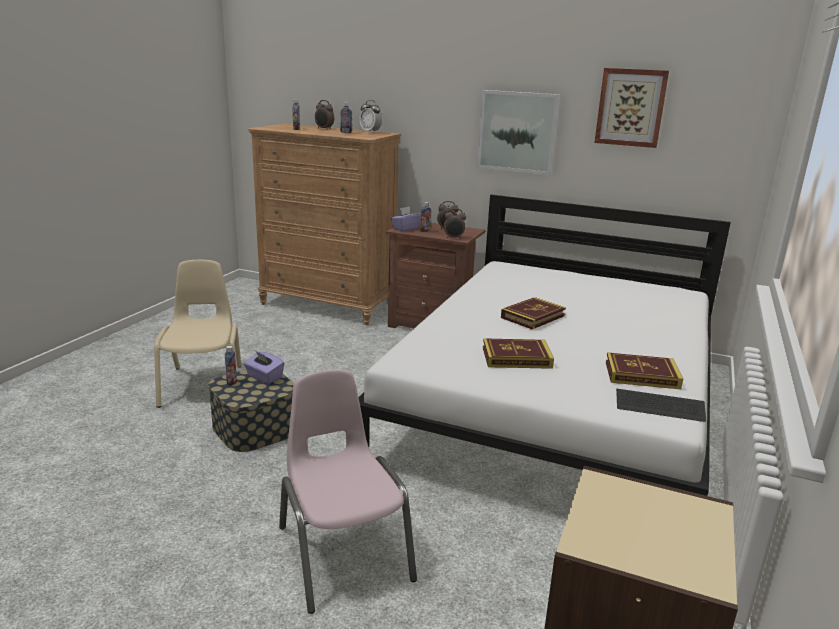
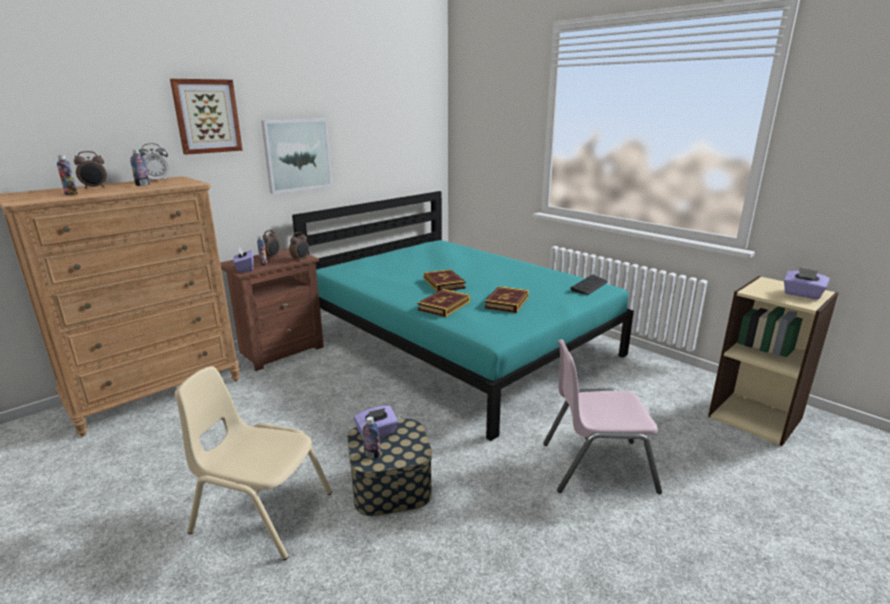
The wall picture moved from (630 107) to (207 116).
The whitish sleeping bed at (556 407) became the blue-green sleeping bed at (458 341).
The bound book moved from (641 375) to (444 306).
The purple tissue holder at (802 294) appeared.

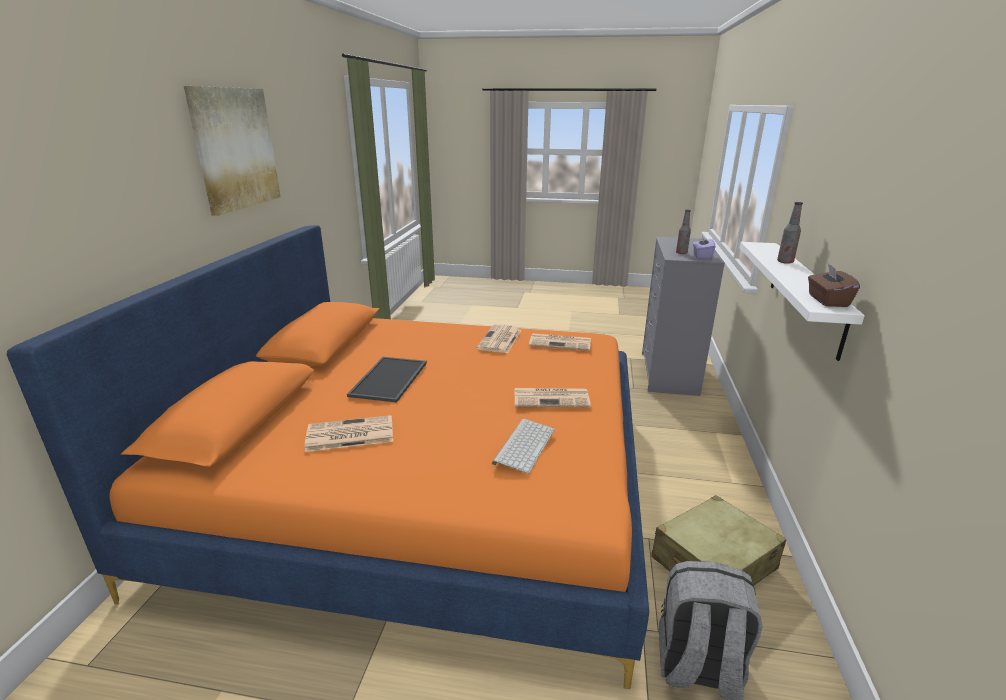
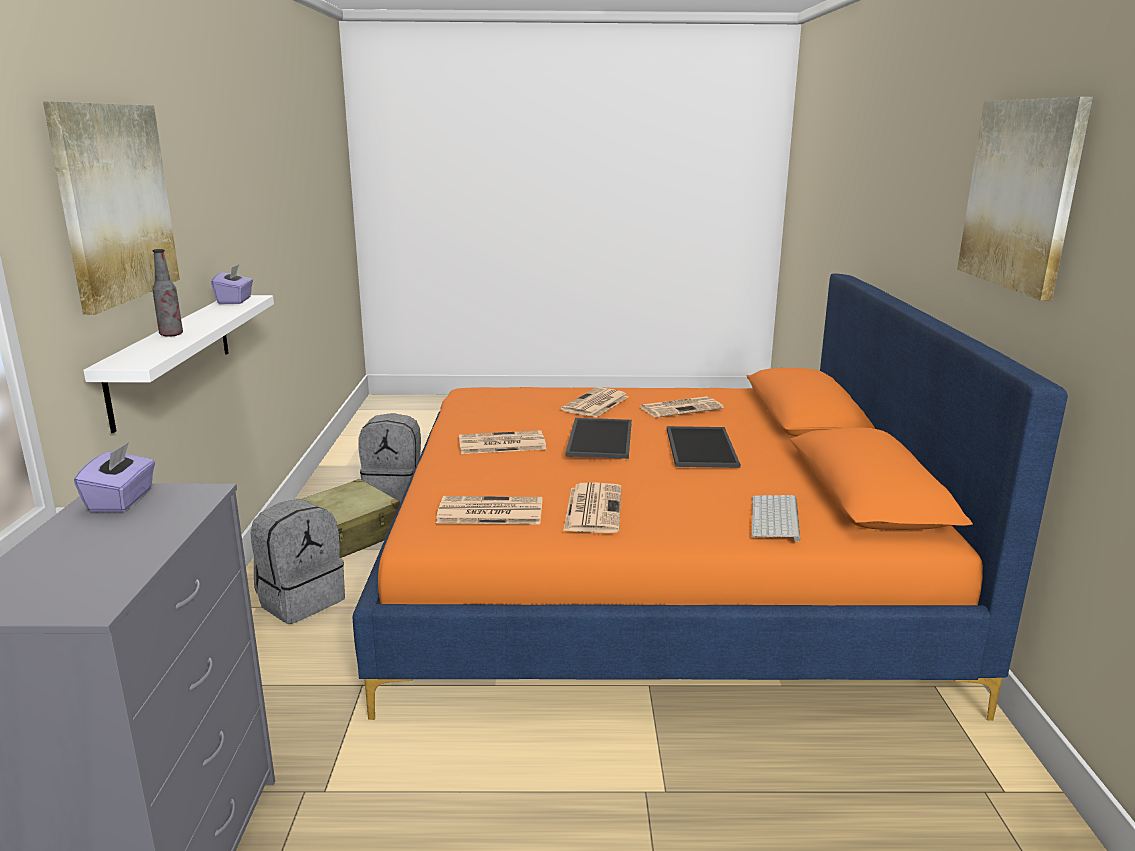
The wall picture at (115 203) appeared.
The brown-coloured tissue holder at (827 301) became the purple tissue holder at (235 301).
The gray backpack at (301 600) appeared.
The printed paper at (595 404) appeared.
The carrying tray at (598 438) appeared.
The keyboard moved from (523 445) to (776 518).
The bottle at (681 253) disappeared.

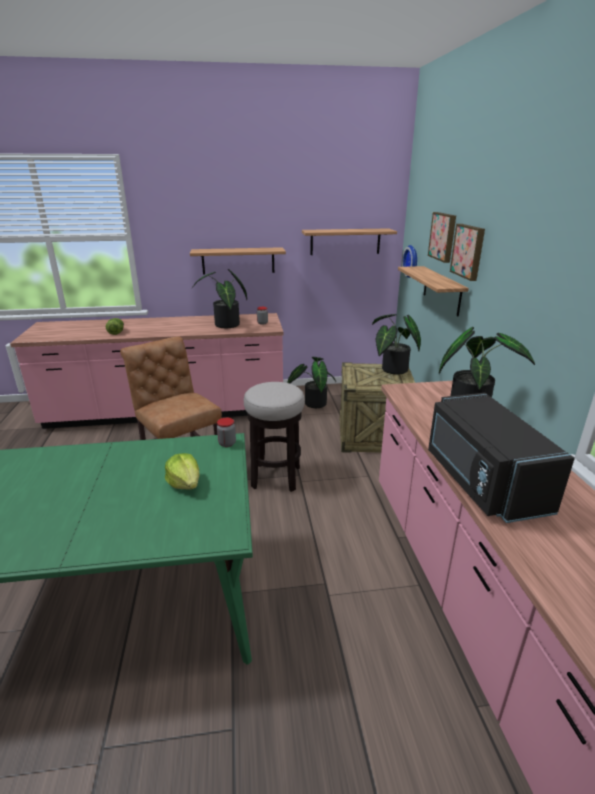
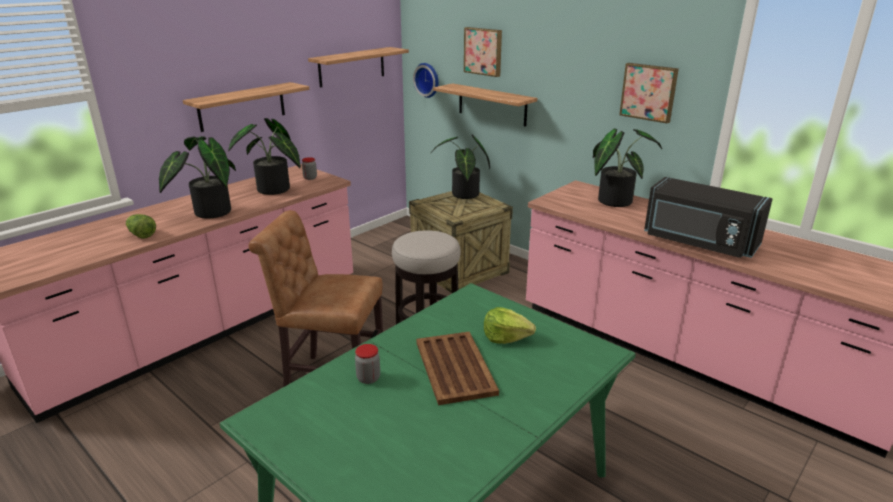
The plant in a pot moved from (313 403) to (208 212).
The storage jar moved from (227 443) to (368 378).
The brown-coloured carrying tray at (455 367) appeared.
The wall picture moved from (469 251) to (649 92).

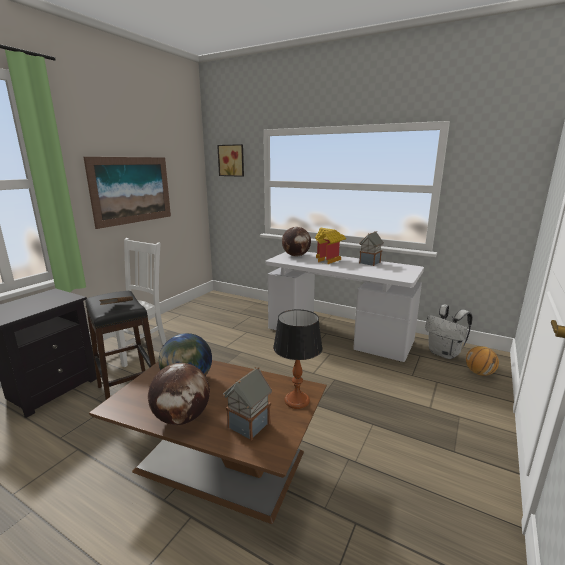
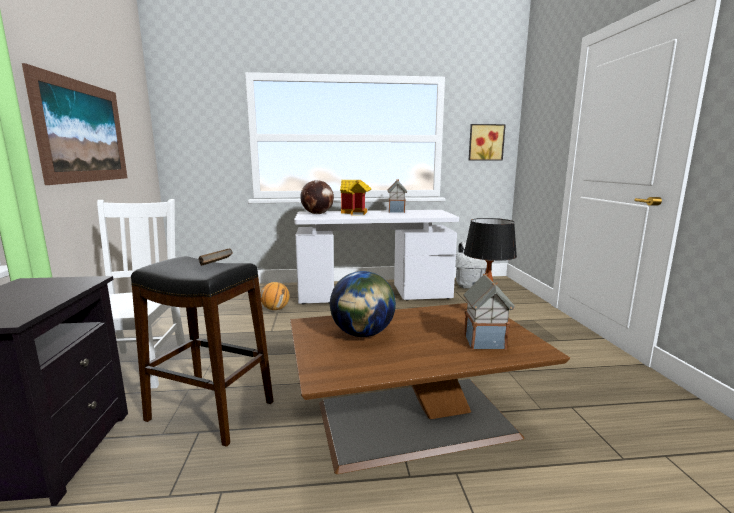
The basketball ball moved from (479 373) to (275 309).
The wall picture moved from (232 160) to (485 142).
The desk globe at (182 418) disappeared.

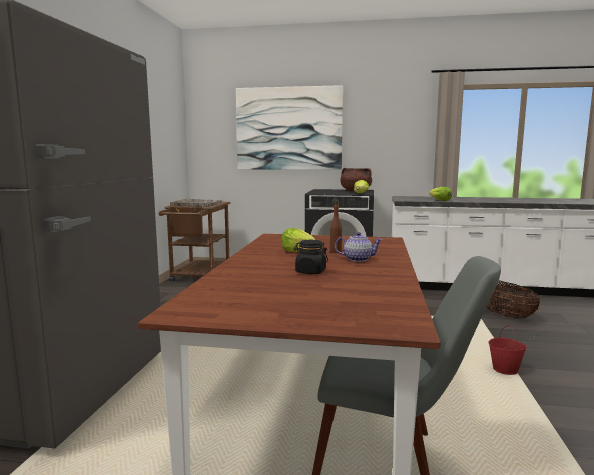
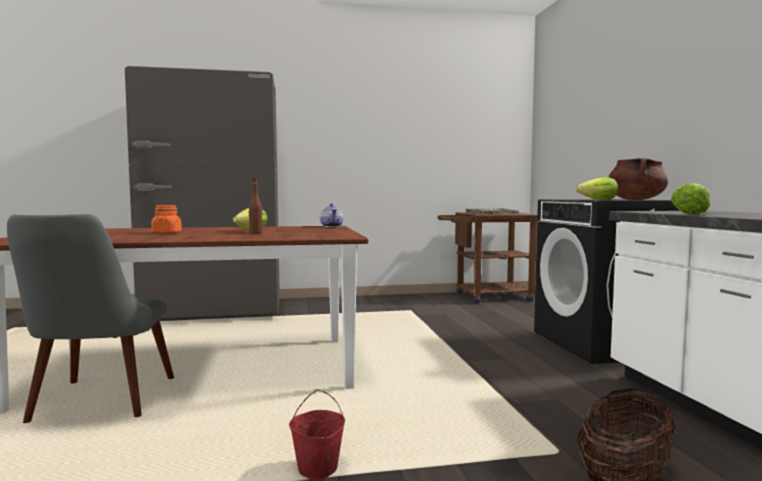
The black-coloured storage jar at (310 272) became the orangey storage jar at (167 233).
The teapot moved from (357 259) to (332 226).
The wall picture at (289 129) disappeared.

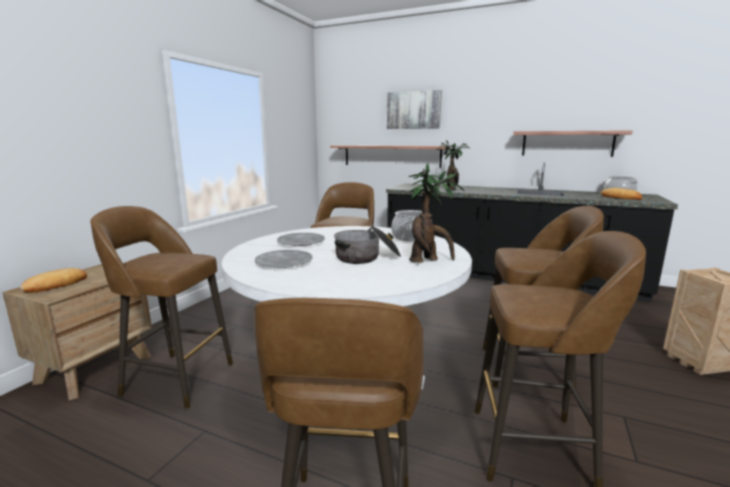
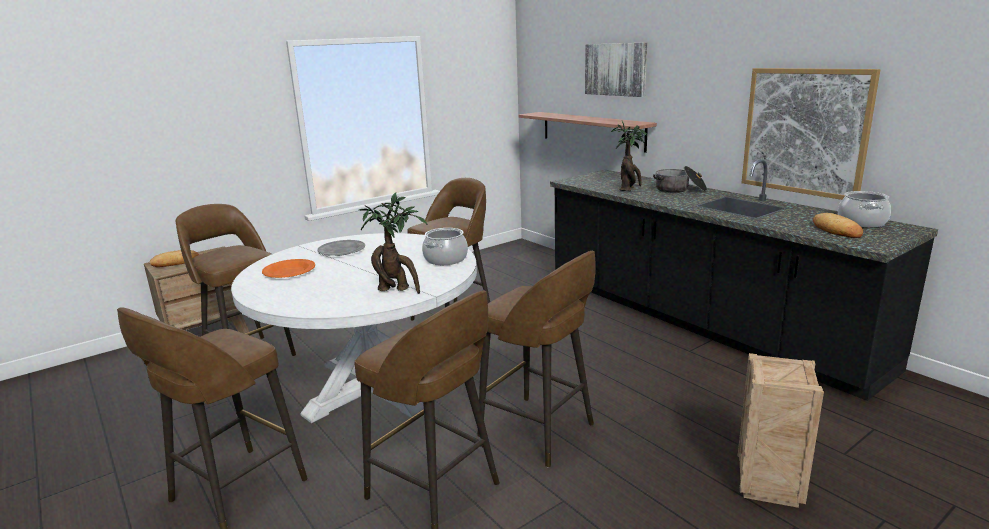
The gray dinner plate at (284 262) became the orangey dinner plate at (289 271).
The stockpot moved from (367 257) to (680 190).
The wall shelf at (567 143) was replaced by the wall picture at (805 131).

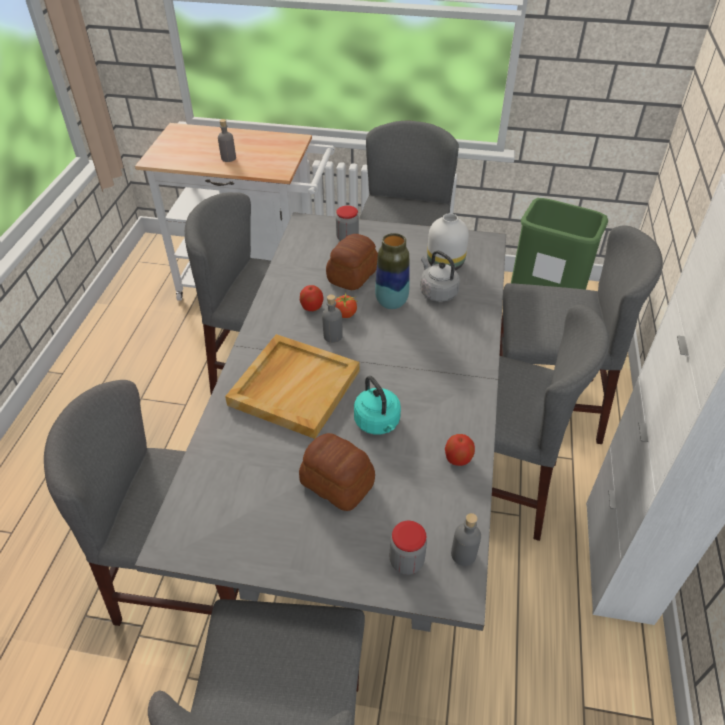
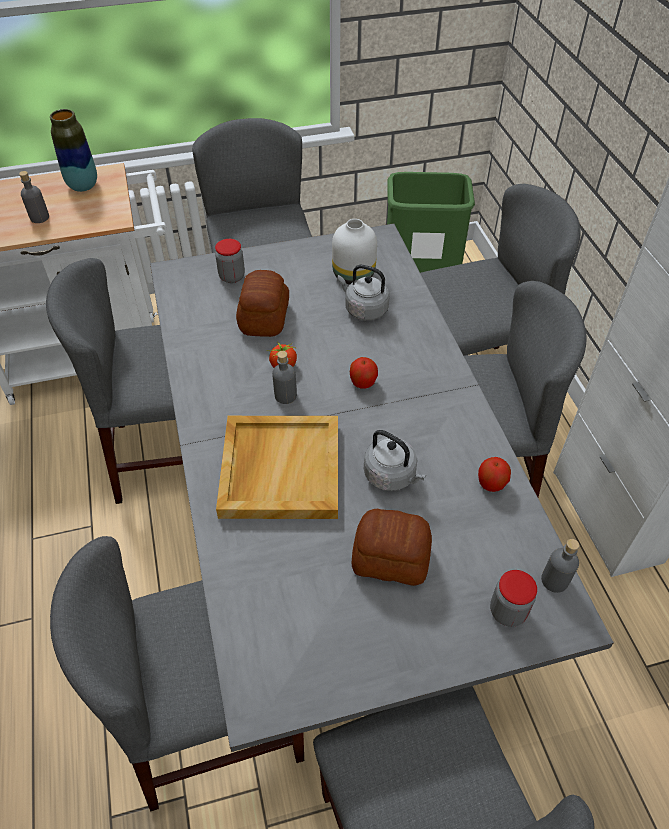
The vase moved from (391 302) to (83 186).
The apple fruit moved from (312 307) to (363 382).
The blue-green tea kettle at (378 423) became the gray tea kettle at (392 476).

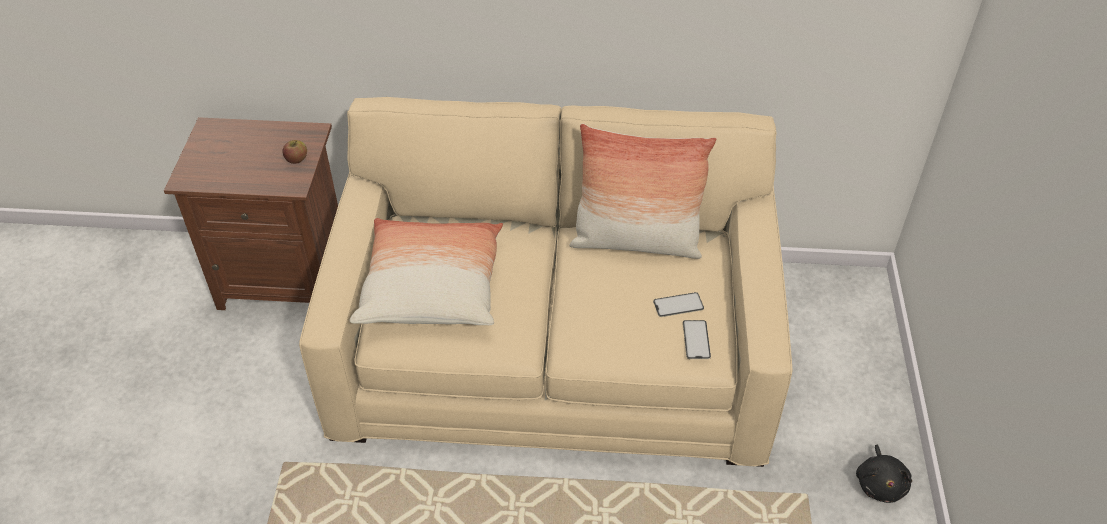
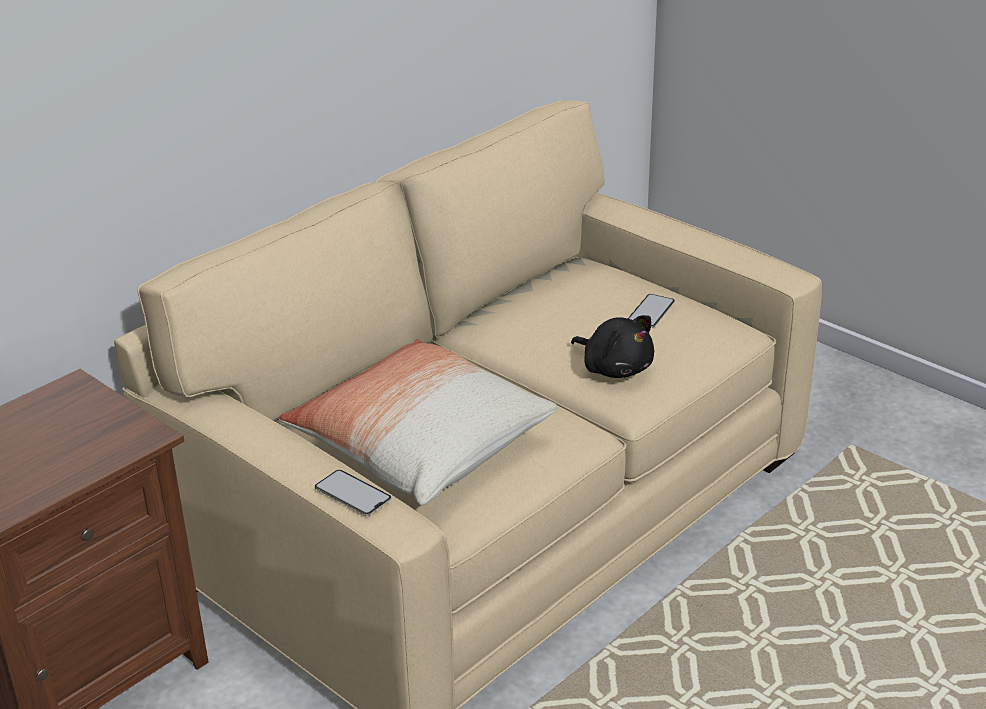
The phone moved from (696 340) to (352 493).
The black-coloured cuddly toy moved from (880 484) to (615 368).
The apple fruit at (296 159) disappeared.
The cushion at (636 241) disappeared.

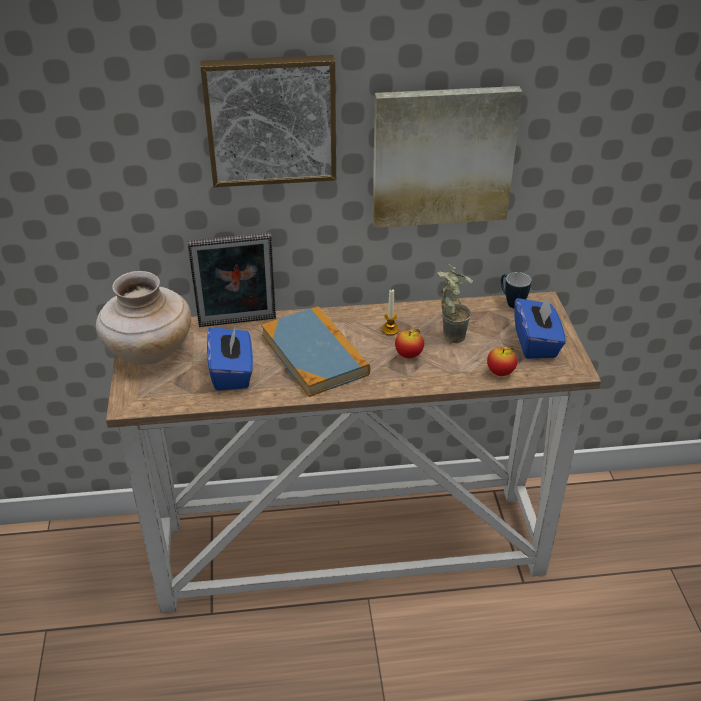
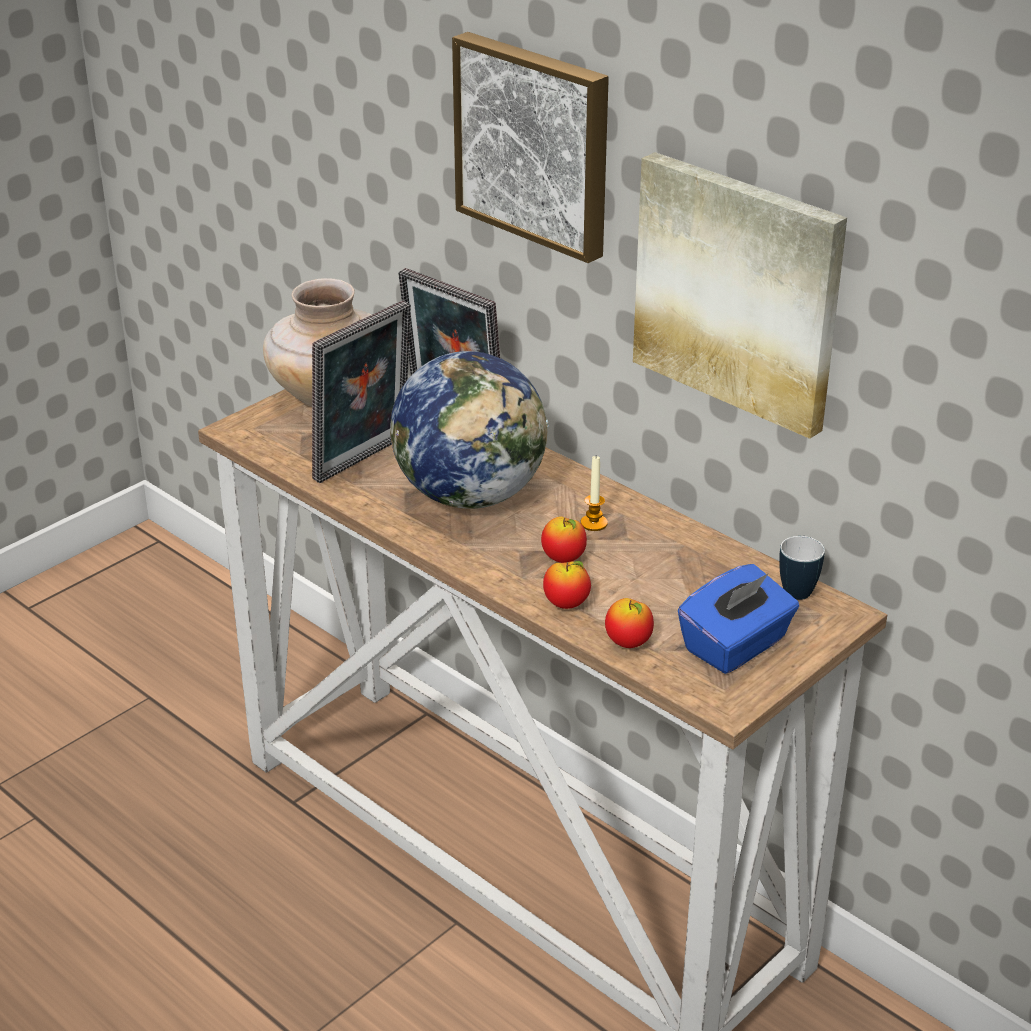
The blue-coloured tissue holder at (232 373) was replaced by the photo frame at (365 460).
The bound book at (314 354) was replaced by the desk globe at (471 495).
The apple fruit at (566 604) appeared.
The plant in a pot at (448 334) disappeared.

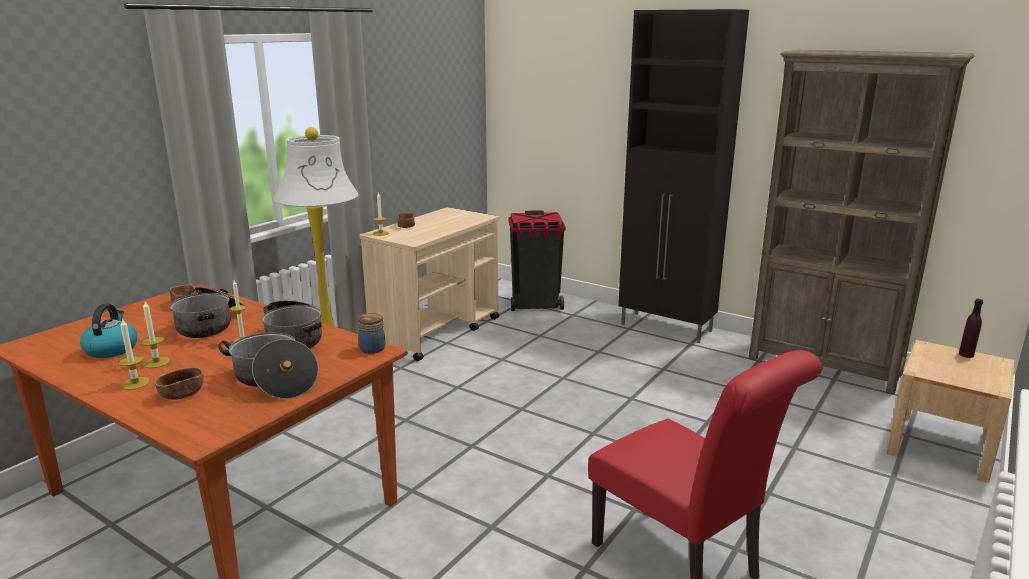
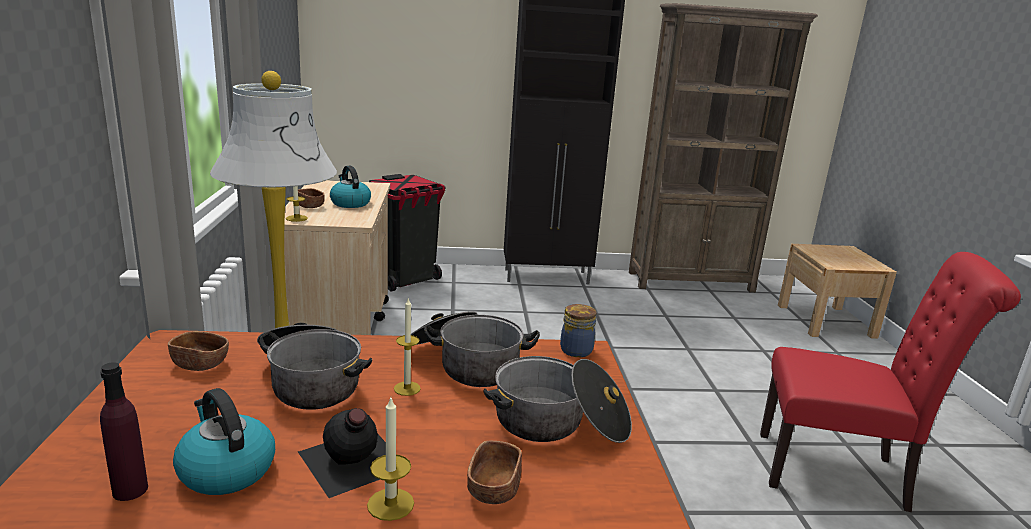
The purple bottle moved from (966 355) to (130 490).
The wax candle at (156 362) was replaced by the black-coloured bottle at (351 461).
The tea kettle at (350 203) appeared.

